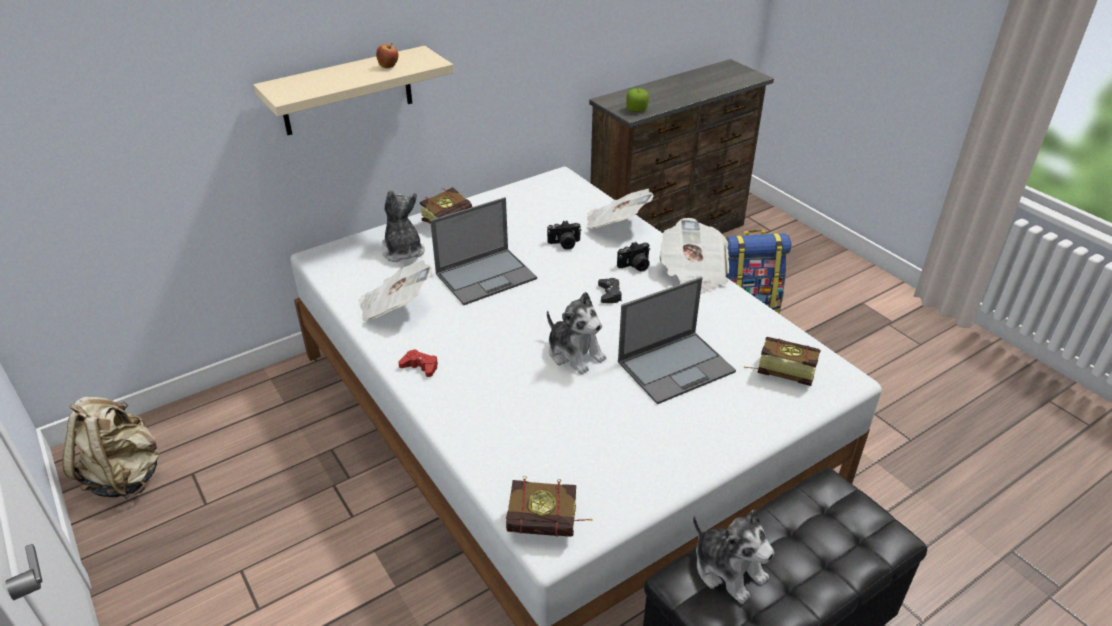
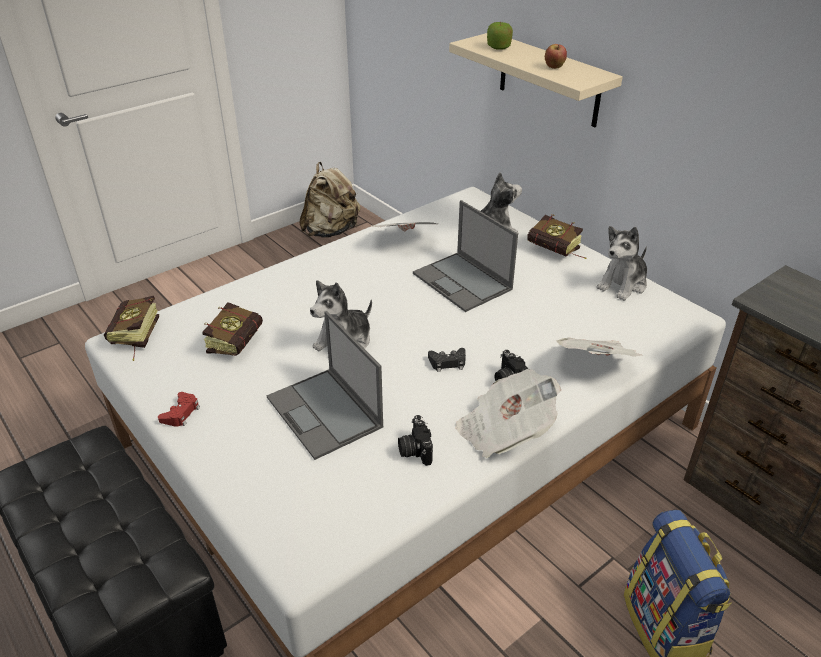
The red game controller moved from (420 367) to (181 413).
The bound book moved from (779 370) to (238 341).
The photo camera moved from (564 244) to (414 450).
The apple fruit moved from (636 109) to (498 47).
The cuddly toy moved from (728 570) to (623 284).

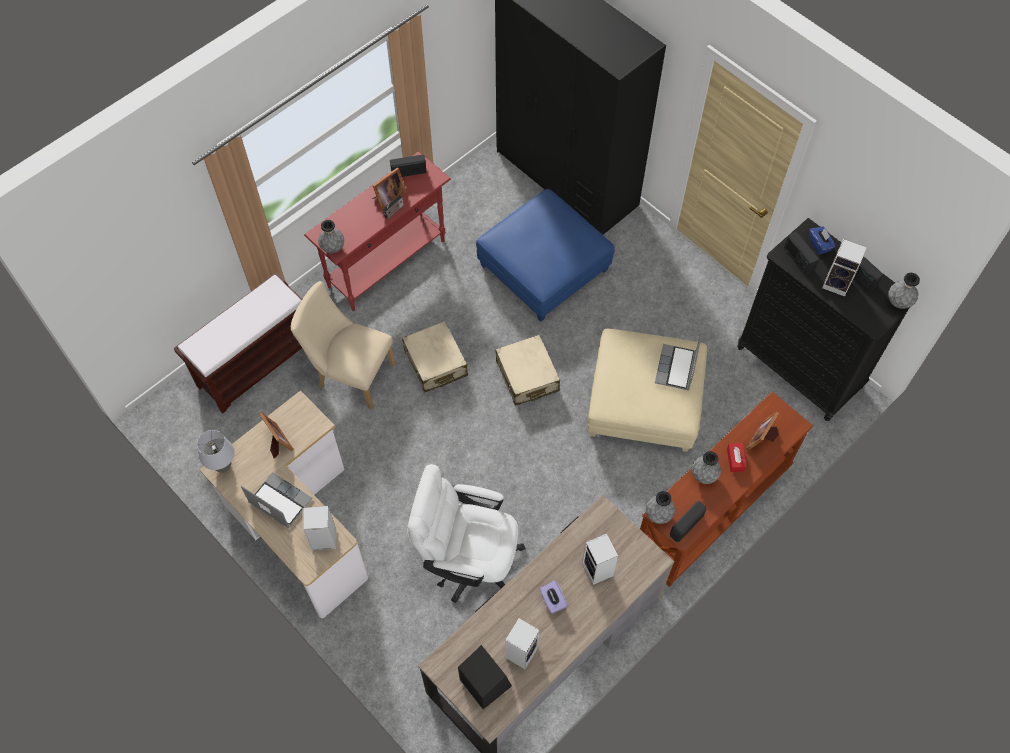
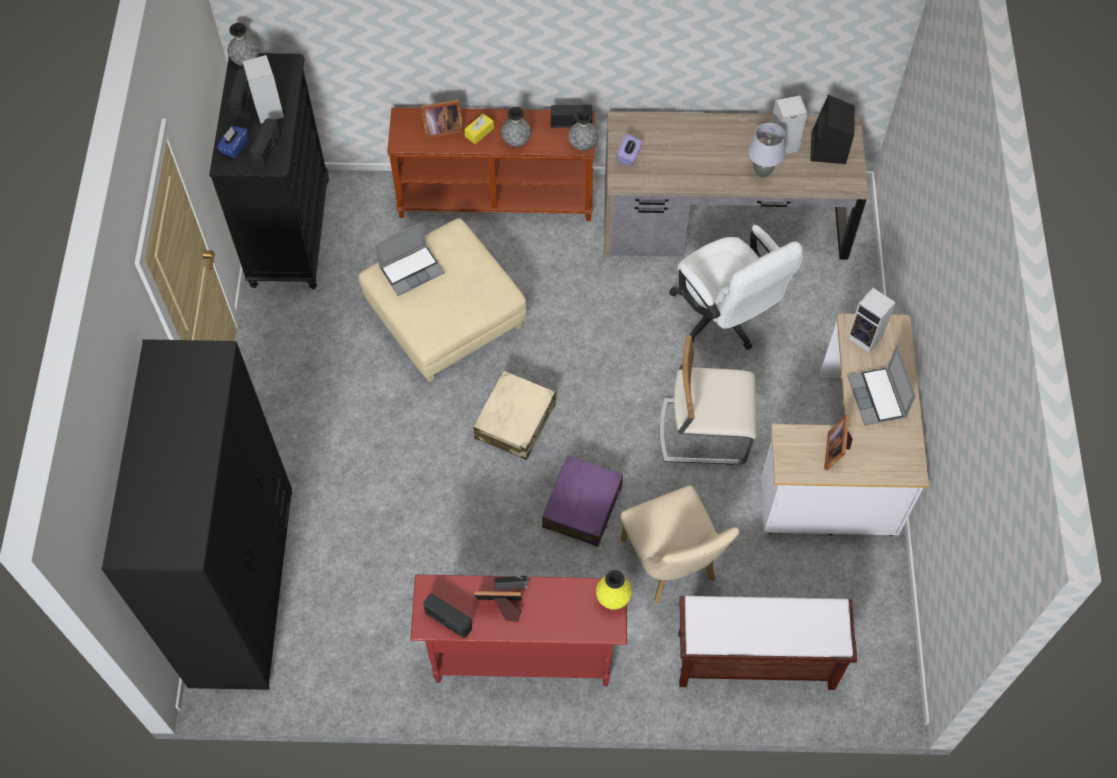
The red tissue holder at (735 459) became the yellow tissue holder at (479 132).
The sand-coloured suitcase at (435 363) became the purple suitcase at (582 506).
The gray vase at (333 248) became the yellow vase at (613 598).
The purple tissue holder moved from (552 601) to (629 156).
The sand-coloured plain chair at (704 431) appeared.
The gray tabletop lamp moved from (223 467) to (762 172).
The blue-coloured pouffe at (544 267) disappeared.
The loudspeaker at (598 570) disappeared.

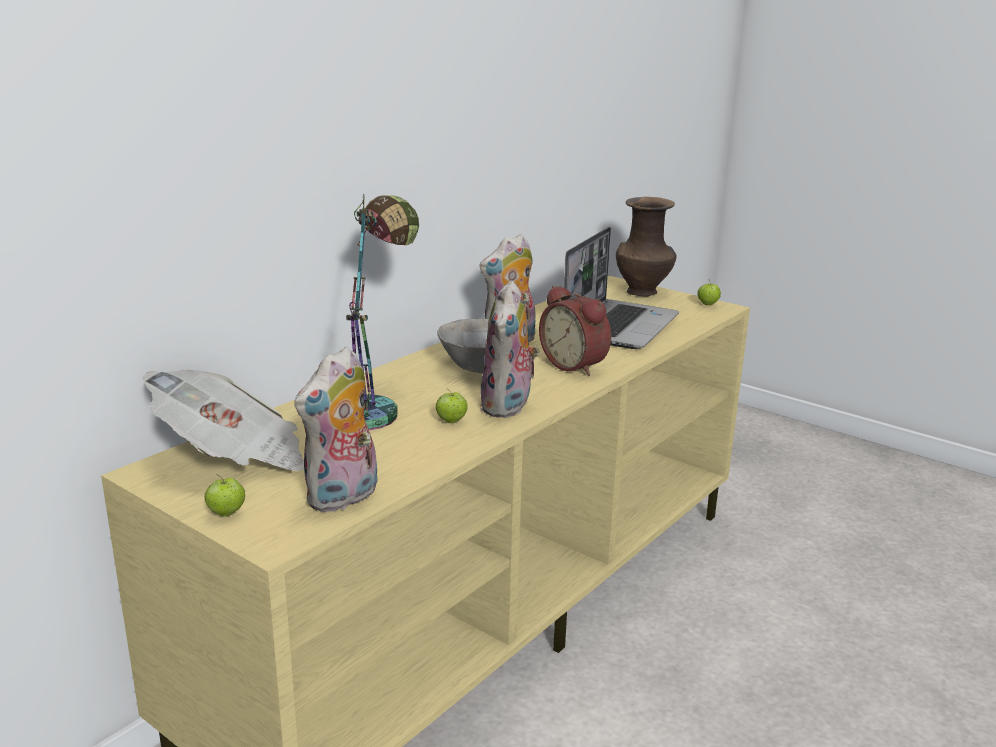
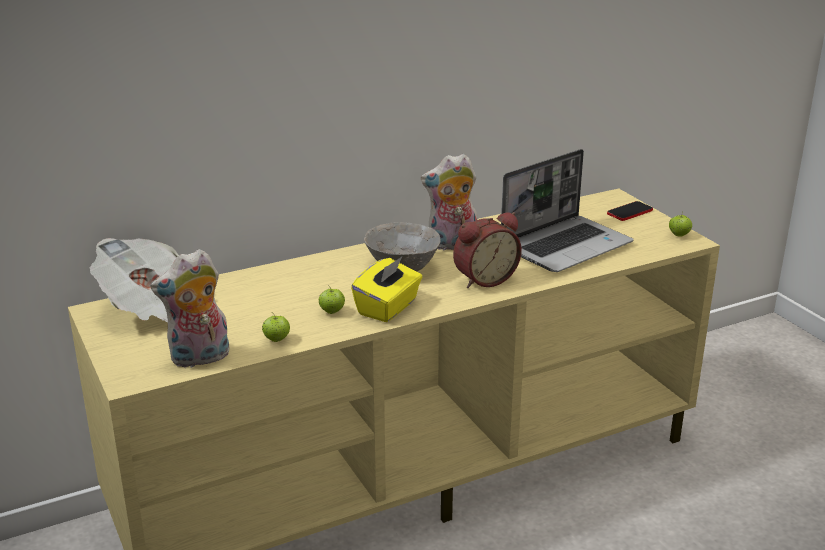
The apple fruit moved from (226 513) to (276 340).
The cuddly toy at (508 407) was replaced by the yellow tissue holder at (388 308).
The alarm clock at (576 365) turned 105 degrees counterclockwise.
The brown-coloured vase at (643 292) was replaced by the phone at (630 212).
The tabletop lamp at (375 408) disappeared.

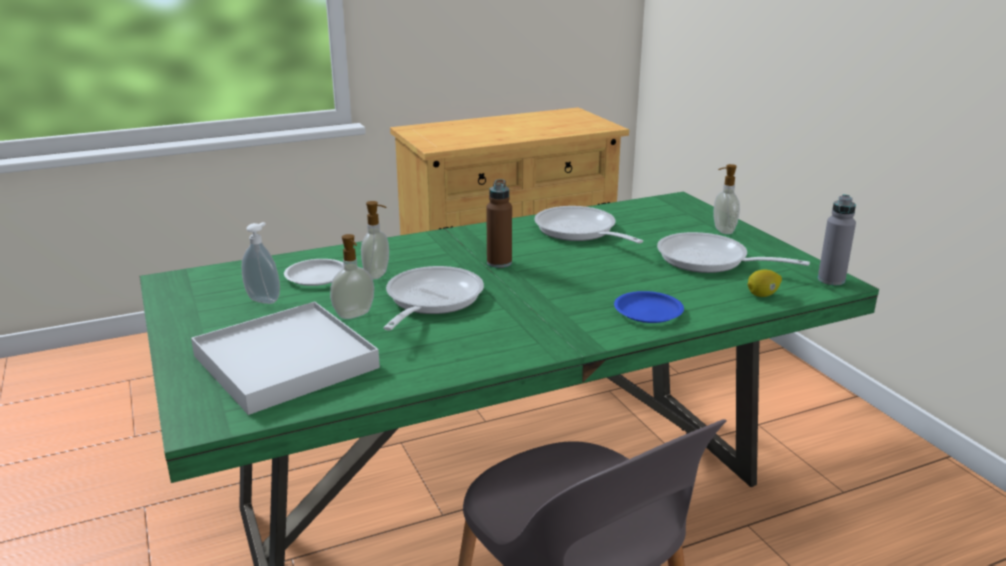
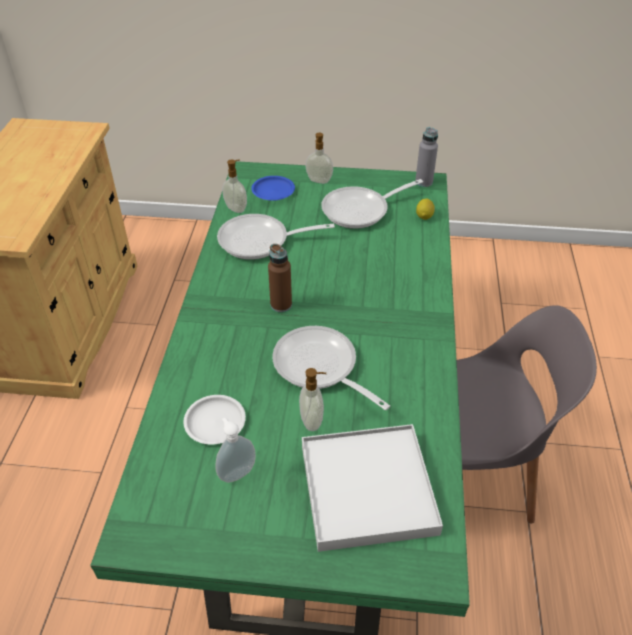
The soap bottle moved from (378 275) to (236 208).
The blue-coloured dinner plate moved from (647 311) to (273 191).

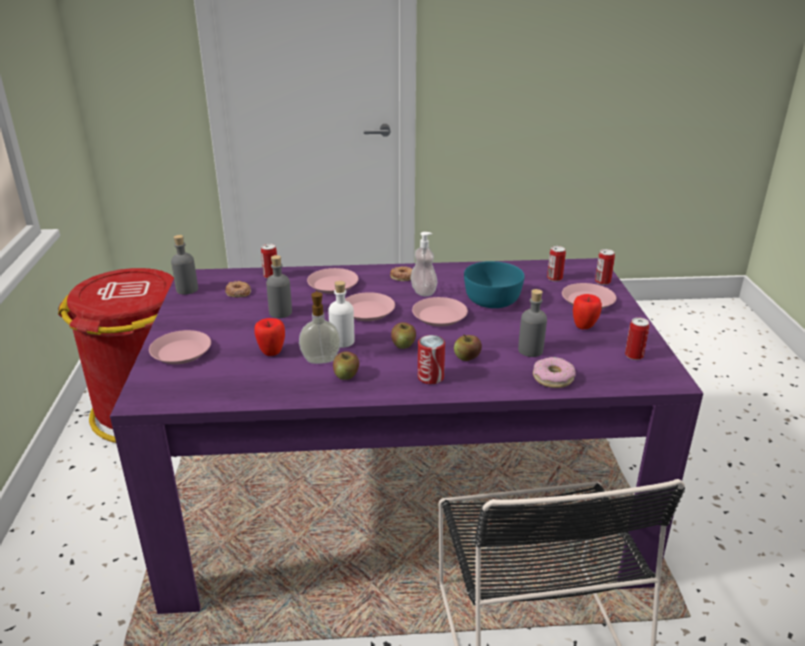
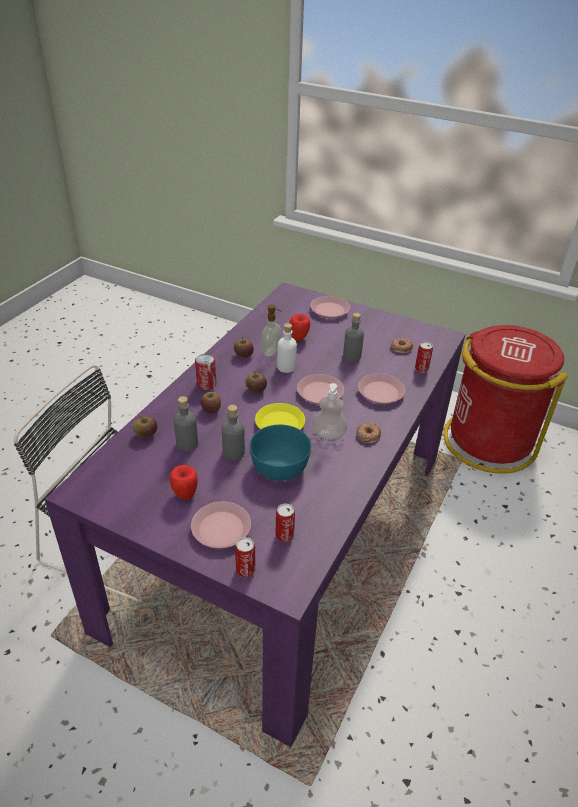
The ring doughnut at (552 378) was replaced by the apple fruit at (146 434).
The gray bottle moved from (187 289) to (233 452).
The pink-coloured dinner plate at (439 316) became the yellow dinner plate at (279 423).
The sealed can at (634 355) disappeared.

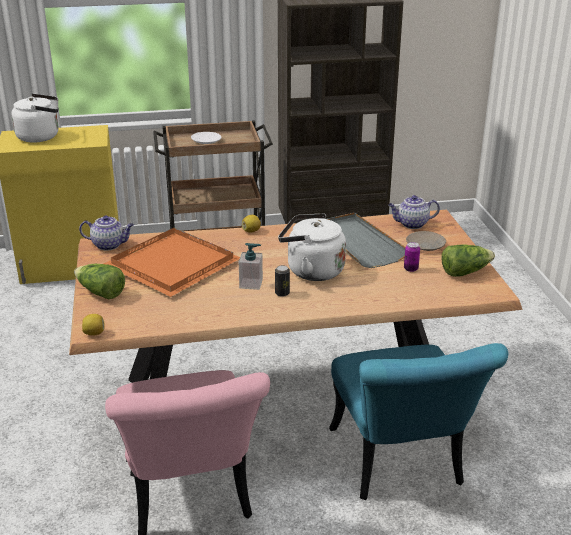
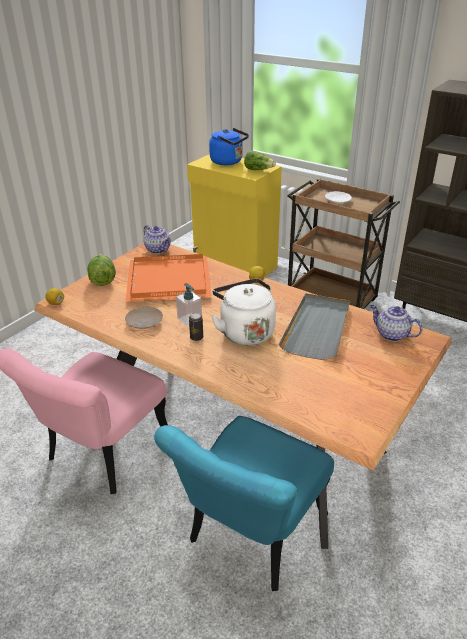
The sand-coloured dinner plate moved from (426 245) to (144 322).
The whitish tea kettle at (41 137) became the blue-coloured tea kettle at (228 162).
The head of lettuce moved from (464 272) to (258 170).
The sealed can at (411 269) disappeared.

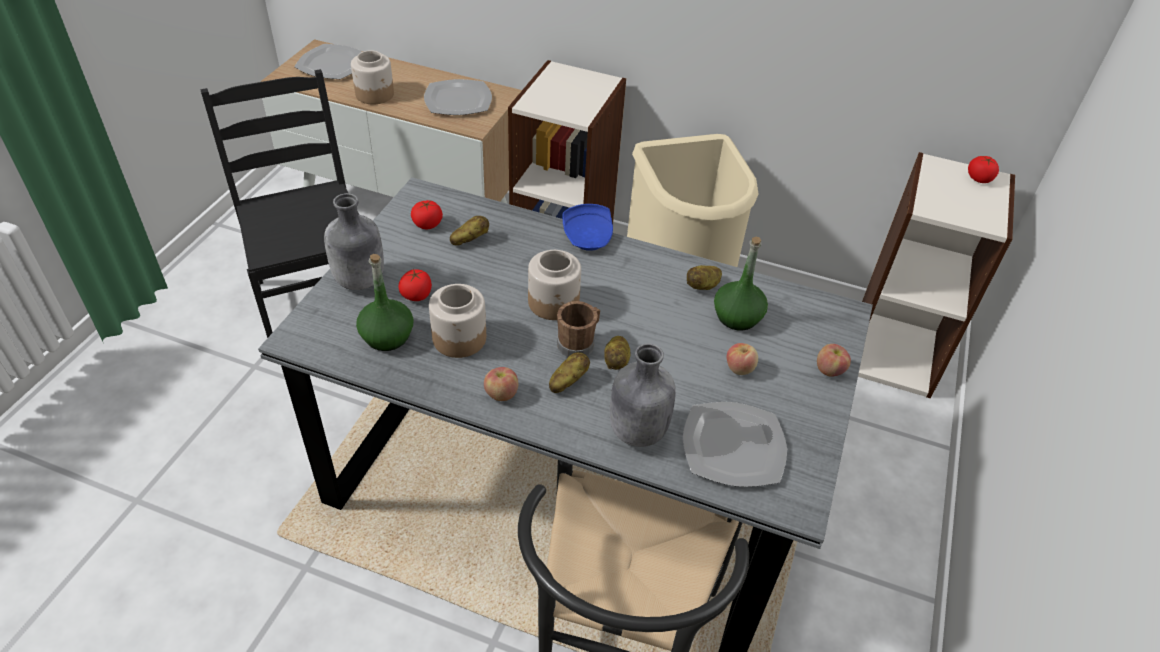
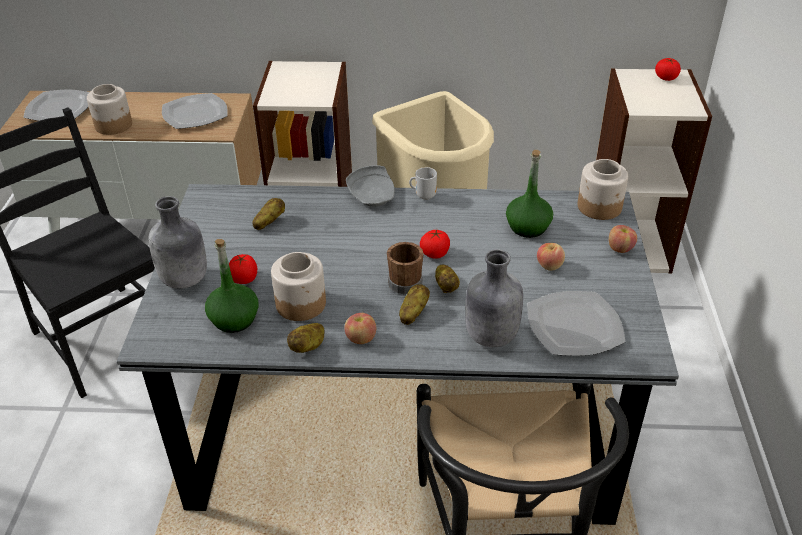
The spud moved from (703 286) to (308 346).
The blue-coloured dinner plate at (588 237) became the gray dinner plate at (373 195).
The tea mug at (424 195) appeared.
The tomato moved from (427 224) to (435 253).
The storage jar moved from (554 303) to (600 207).

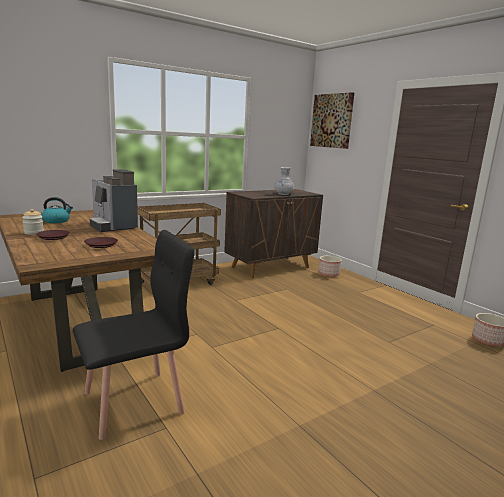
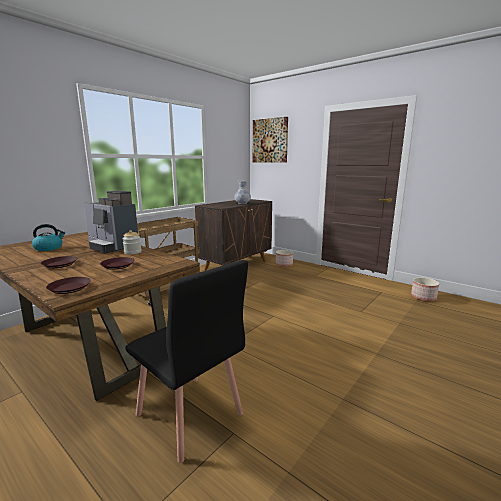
The brown-coloured dinner plate at (69 288) appeared.
The storage jar moved from (34 232) to (132 252).
The black-coloured plain chair at (134 402) turned 90 degrees clockwise.

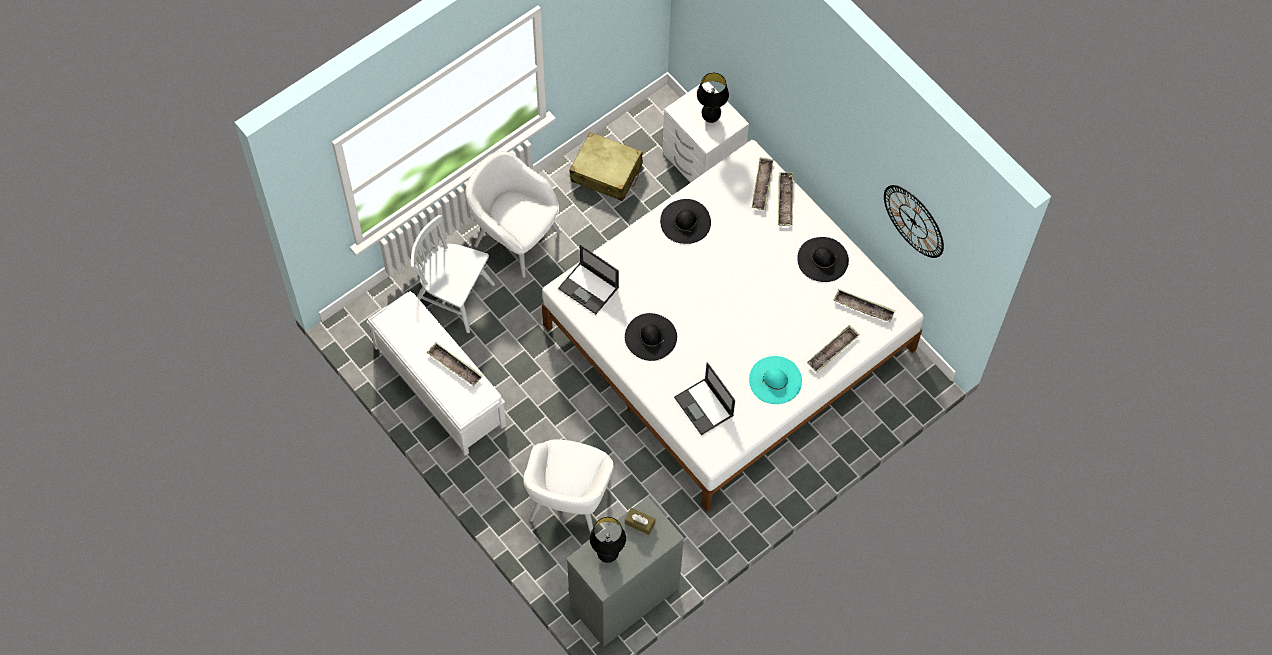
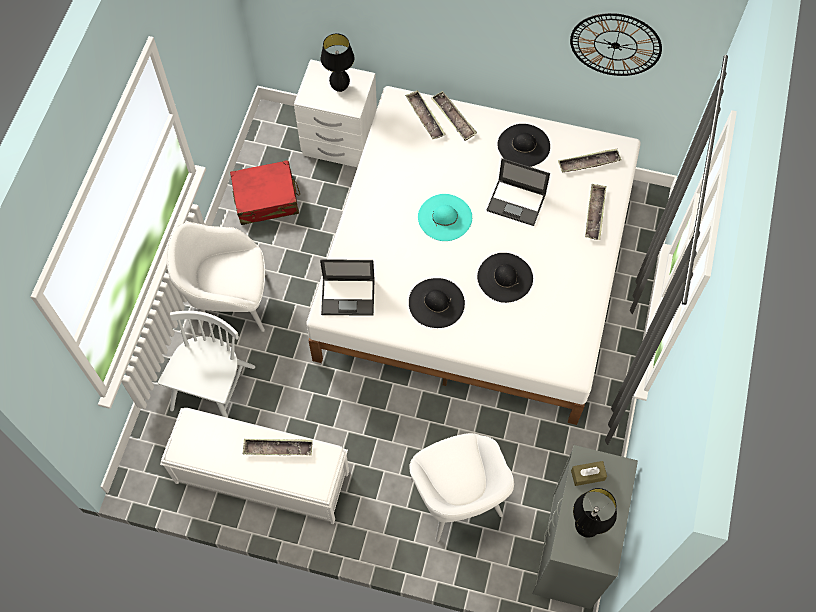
The whitish plain chair at (453 296) turned 120 degrees clockwise.
The sand-coloured suitcase at (606 172) became the red suitcase at (266 199).
The blue-green wearable hat moved from (775 380) to (445 217).
The black-coloured wearable hat moved from (685 221) to (505 277).
The notebook computer moved from (704 407) to (517 202).

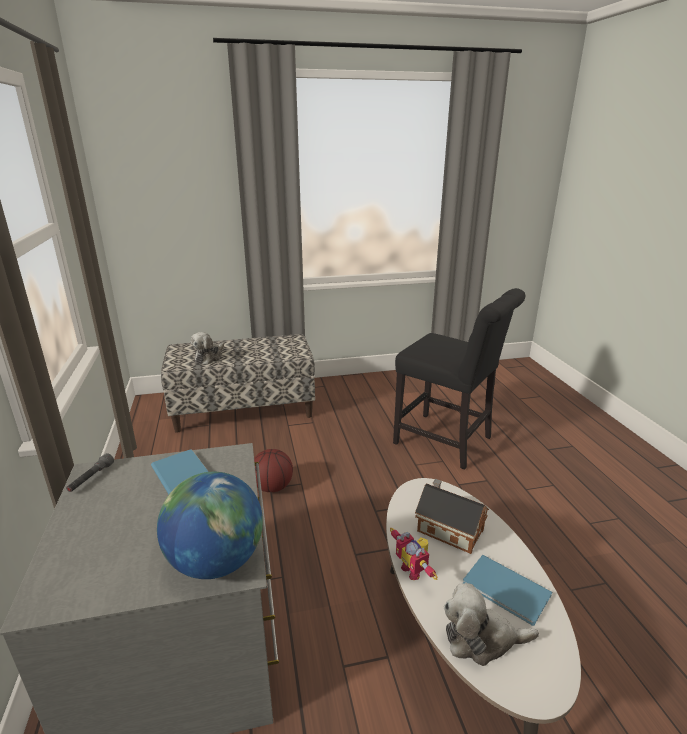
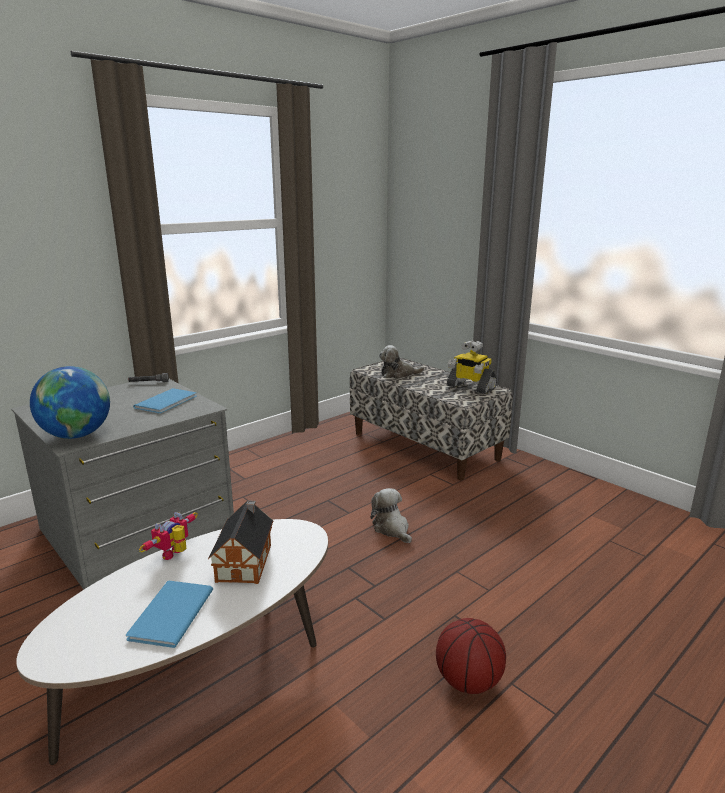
The cuddly toy moved from (481 639) to (392 528).
The basketball ball moved from (272 487) to (468 681).
The toy robot at (470 387) appeared.
The black-coloured plain chair at (447 442) disappeared.

